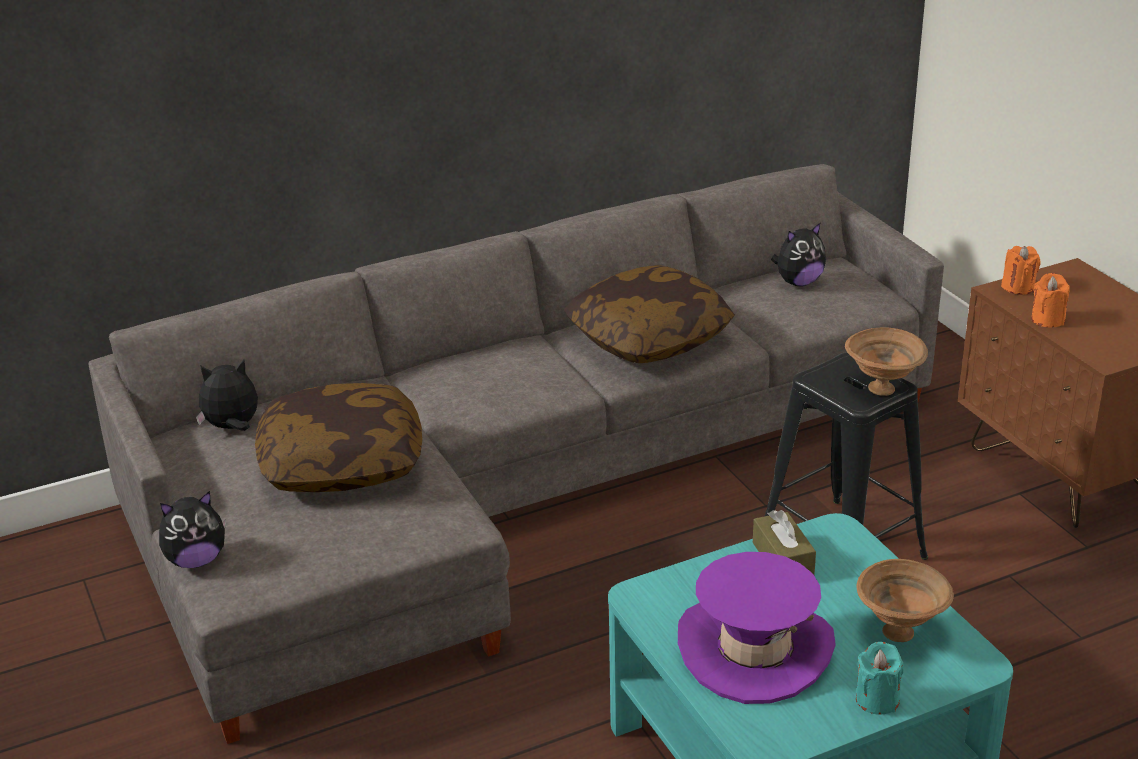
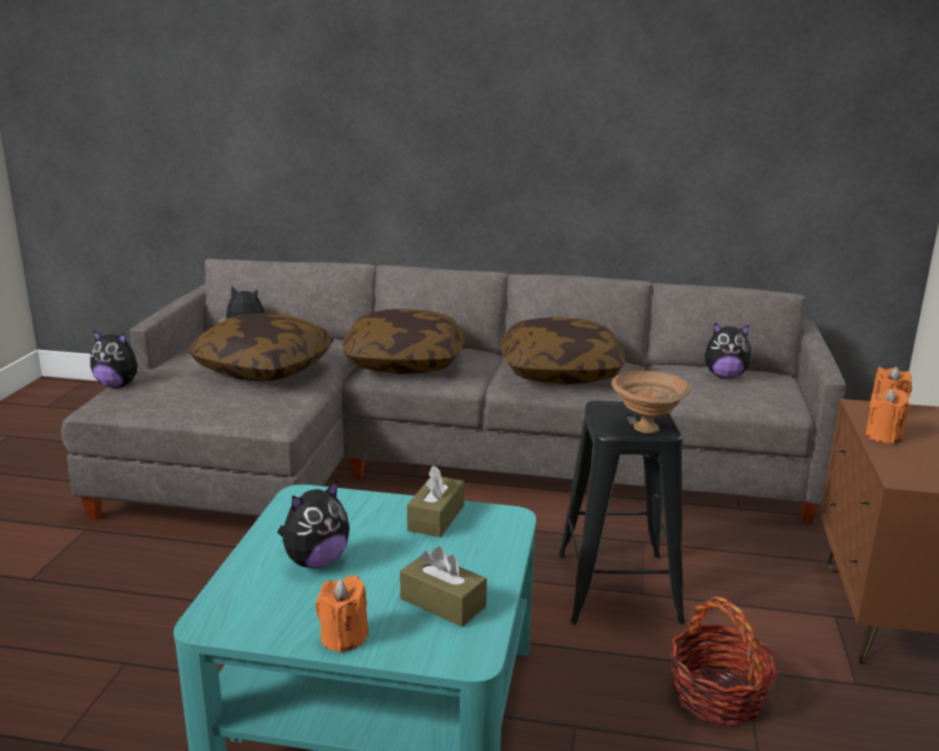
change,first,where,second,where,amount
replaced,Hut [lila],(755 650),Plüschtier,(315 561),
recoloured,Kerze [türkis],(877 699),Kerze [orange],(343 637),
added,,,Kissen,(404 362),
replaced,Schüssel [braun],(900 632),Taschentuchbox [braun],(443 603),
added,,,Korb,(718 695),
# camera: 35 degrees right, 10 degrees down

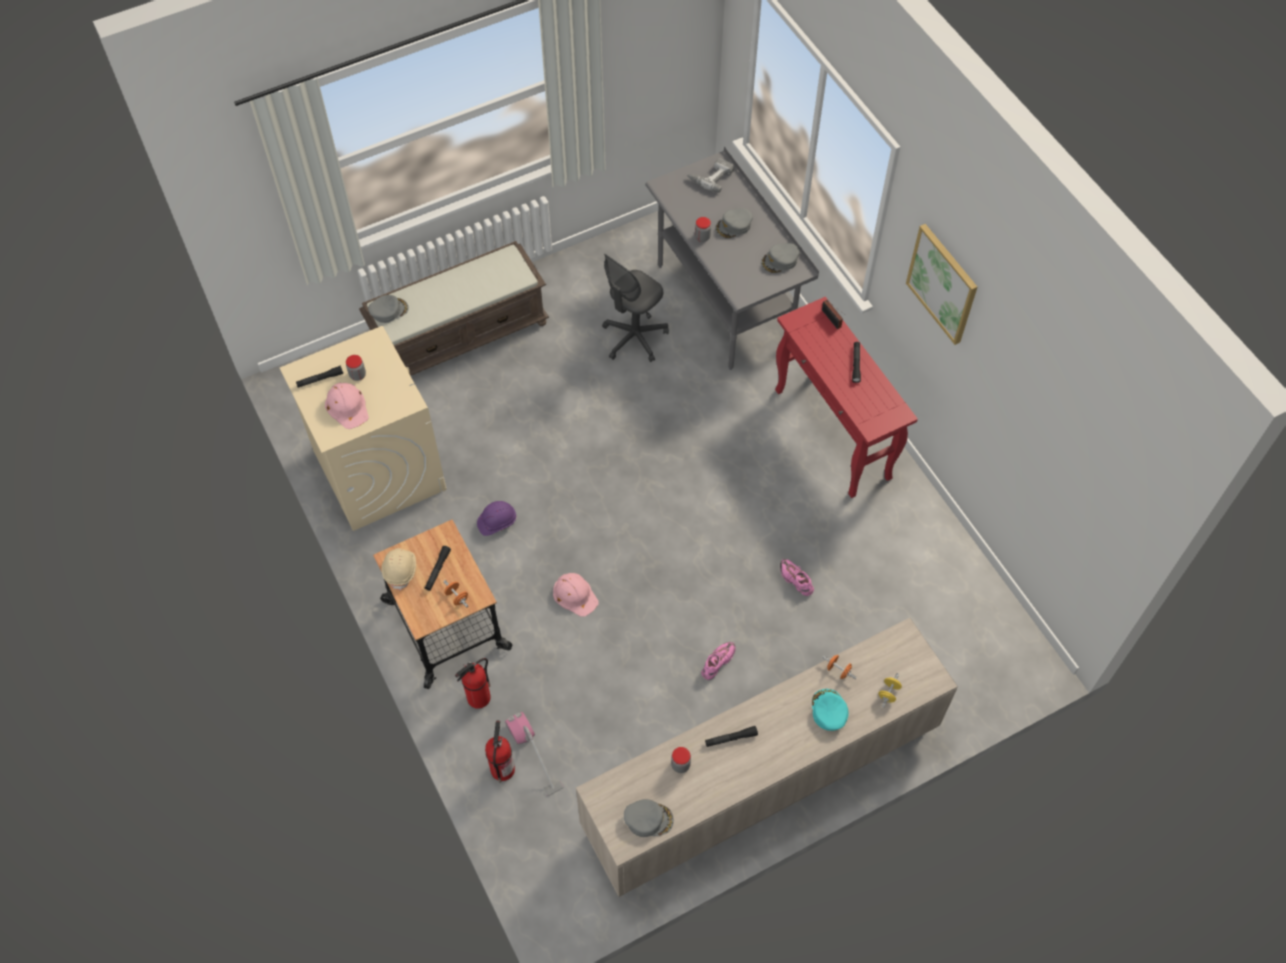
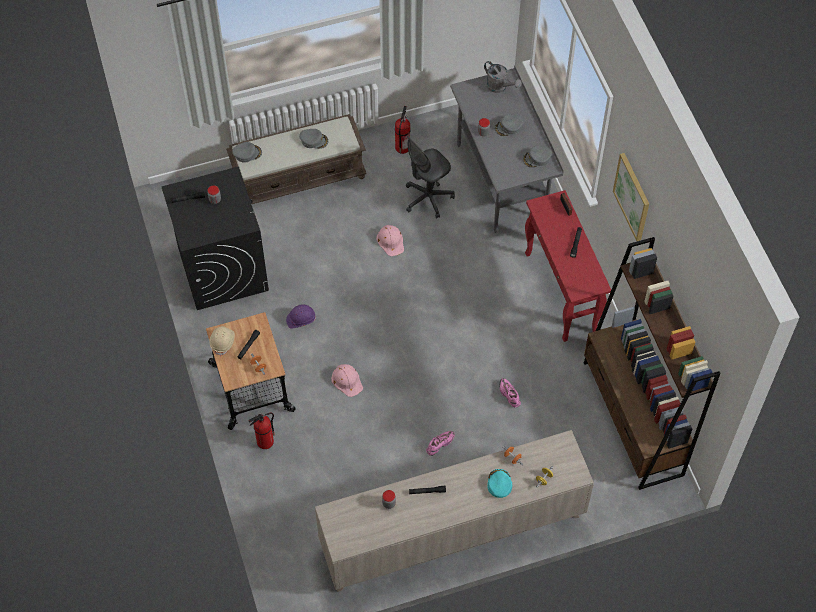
change,first,where,second,where,amount
recoloured,Waschmaschine [beige],(378 469),Waschmaschine [schwarz],(222 268),
moved,Kappe [grau],(648 819),,(314 140),
moved,Schutzhelm [rosa],(347 406),,(391 241),
moved,Feuerlöscher,(502 768),,(402 147),
replaced,Bohrmaschine,(710 177),Gießkanne [grau],(500 87),
added,,,Bücherregal [braun],(632 418),
removed,Staubsauger,(534 755),,,
# camera: 10 degrees right, 0 degrees up

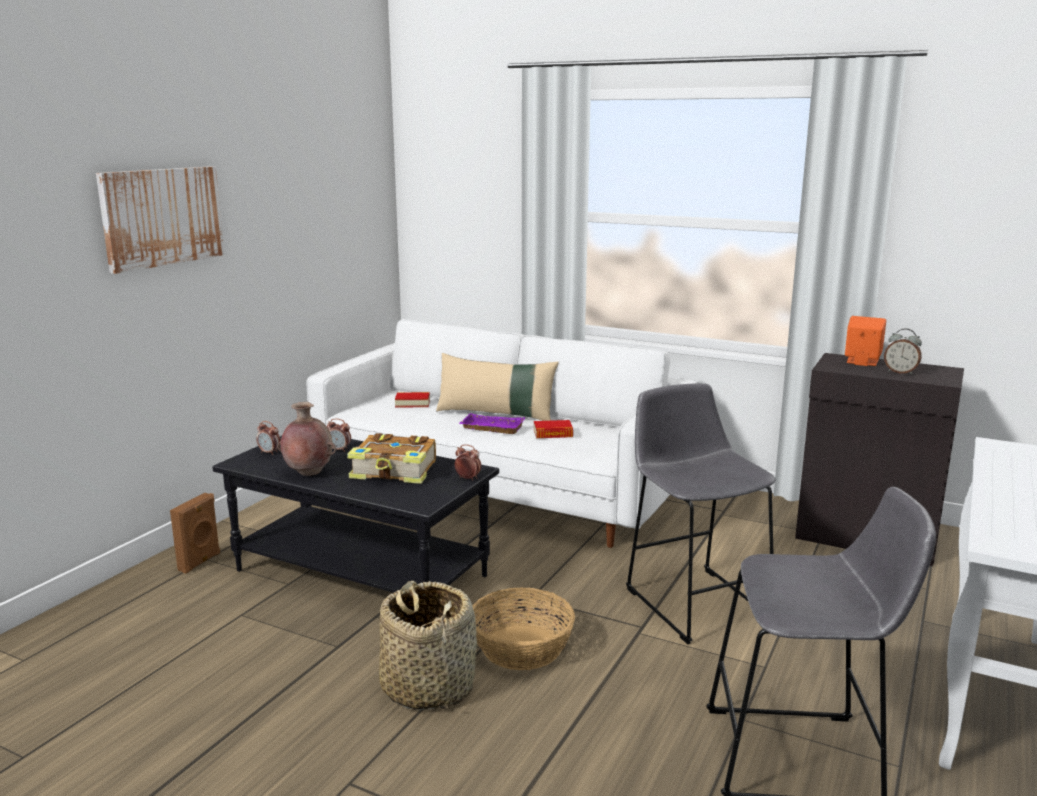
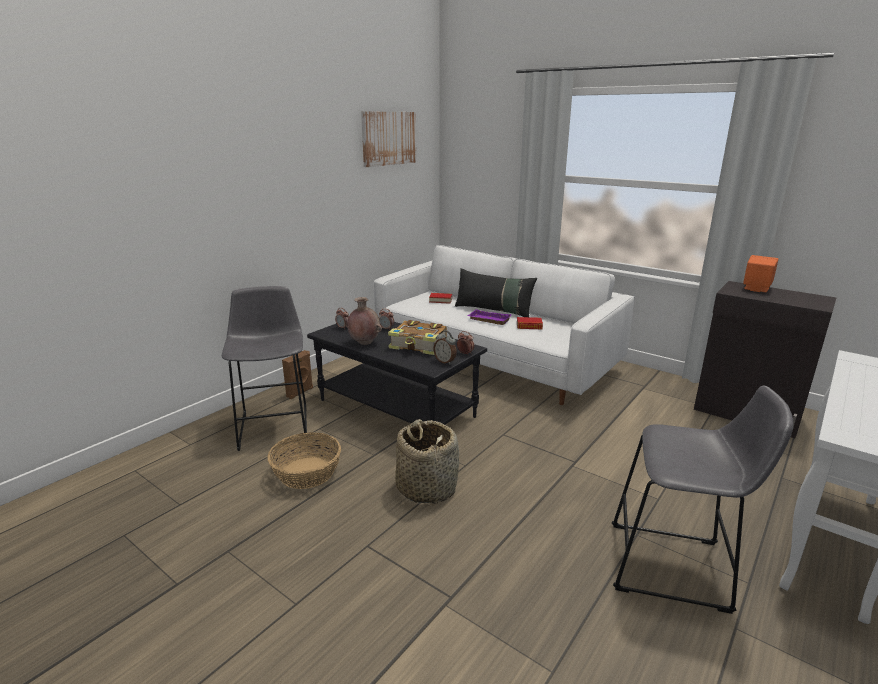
change,first,where,second,where,amount
moved,Hocker [grau],(694 600),,(275 424),
moved,Korb,(521 647),,(307 472),
moved,Bild,(162 217),,(388 138),
moved,Wecker,(900 372),,(445 361),
recoloured,Kissen [beige],(496 414),Kissen [schwarz],(493 310),
# camera: 10 degrees right, 5 degrees up

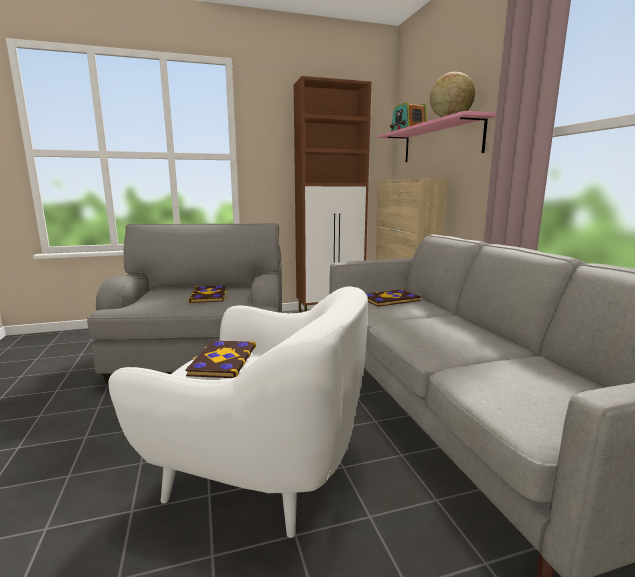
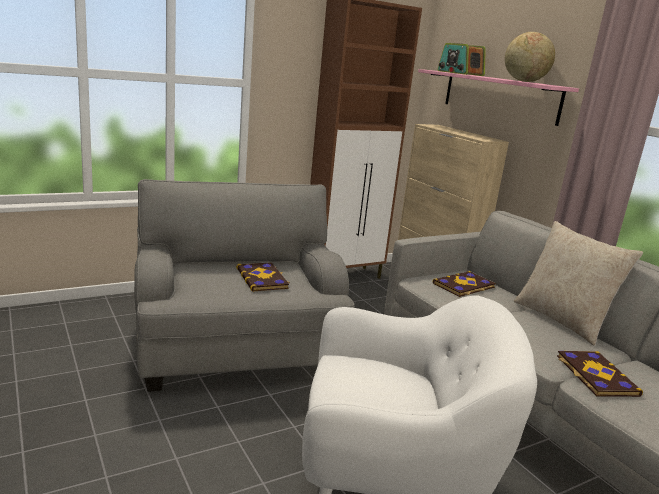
change,first,where,second,where,amount
added,,,Kissen [beige],(562 320),
moved,Buch,(222 360),,(595 375),
# camera: 15 degrees left, 5 degrees up

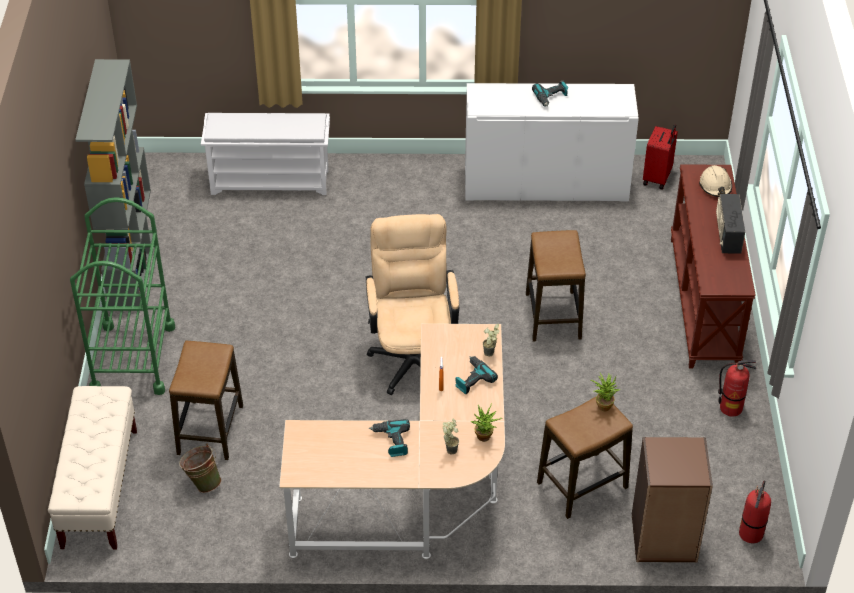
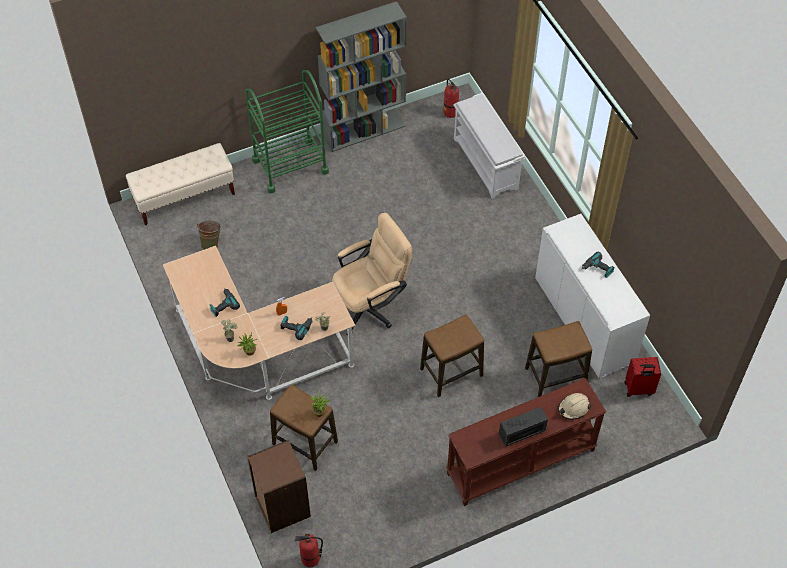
change,first,where,second,where,amount
moved,Feuerlöscher,(731 408),,(450 112),
moved,Hocker,(210 430),,(555 376),
# camera: 65 degrees right, 10 degrees up

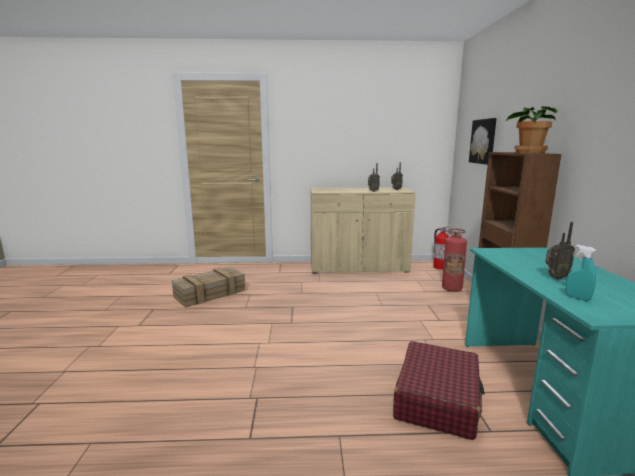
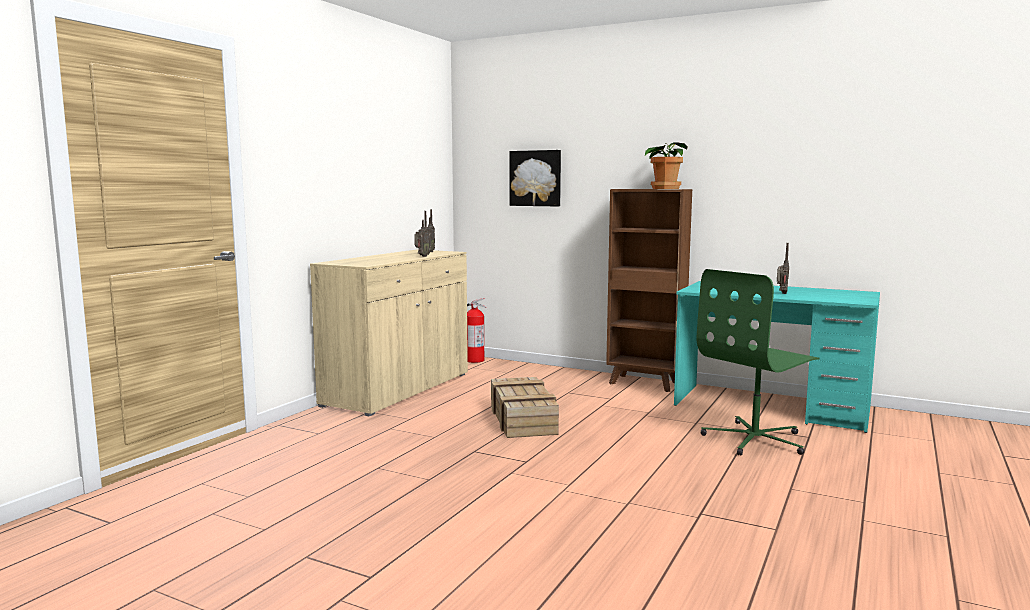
change,first,where,second,where,amount
moved,Kiste,(211 293),,(521 418),
replaced,Koffer [rot],(437 399),Bürostuhl [grün],(755 440),
removed,Feuerlöscher,(452 289),,,
removed,Sprühflasche [türkis],(577 298),,,
# camera: 60 degrees left, 5 degrees down

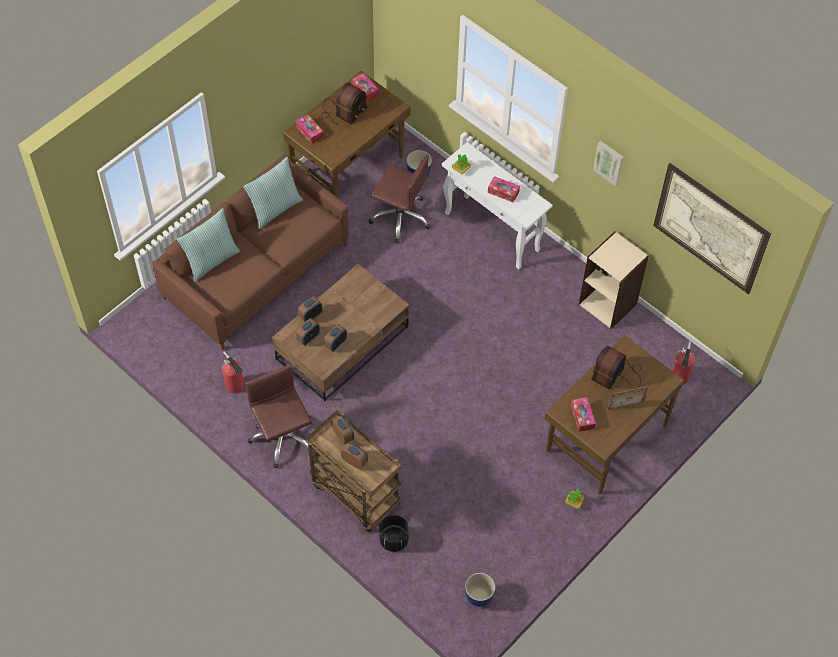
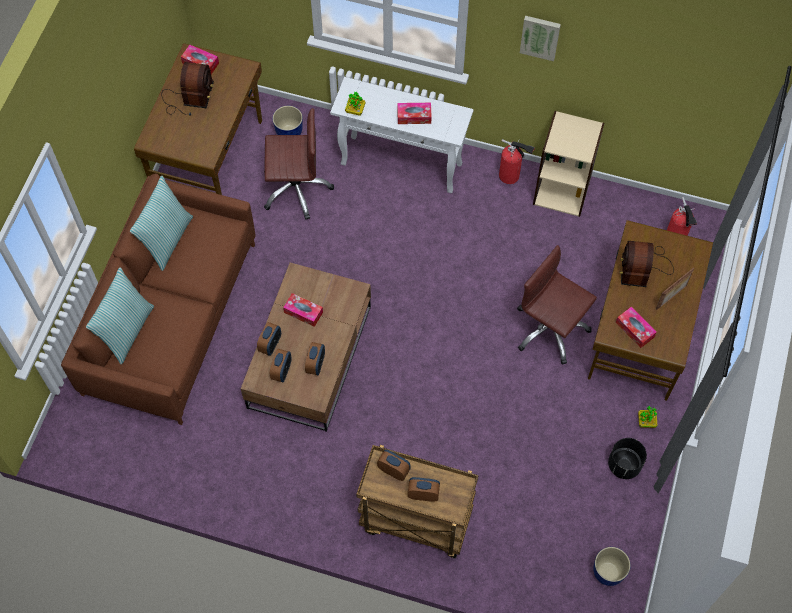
change,first,where,second,where,amount
moved,Taschentuchbox,(309 131),,(303 312),
moved,Feuerlöscher,(235 387),,(511 176),
moved,Bürostuhl [braun],(282 437),,(550 329),
moved,Pflanzkübel [schwarz],(394 540),,(624 465),
removed,Bild,(710 228),,,
# camera: 25 degrees left, 5 degrees up

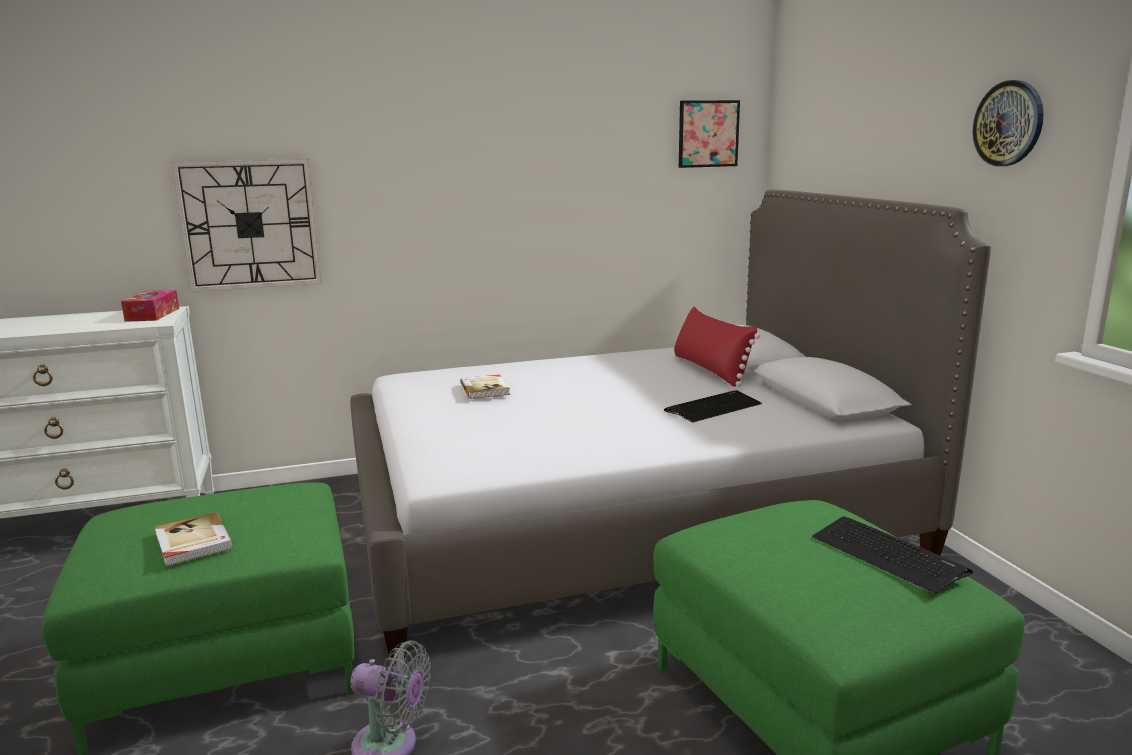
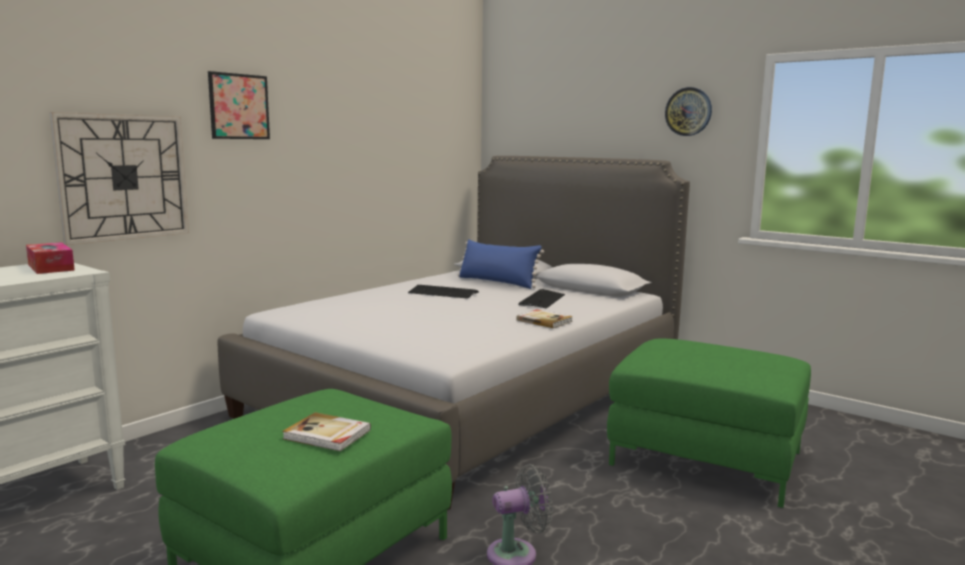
change,first,where,second,where,amount
moved,Bild,(708 134),,(239 106),
moved,Tastatur,(887 555),,(442 293),
recoloured,Kissen [rot],(710 370),Kissen [blau],(497 282),
moved,Buch,(485 389),,(544 321),
# camera: 35 degrees left, 5 degrees down

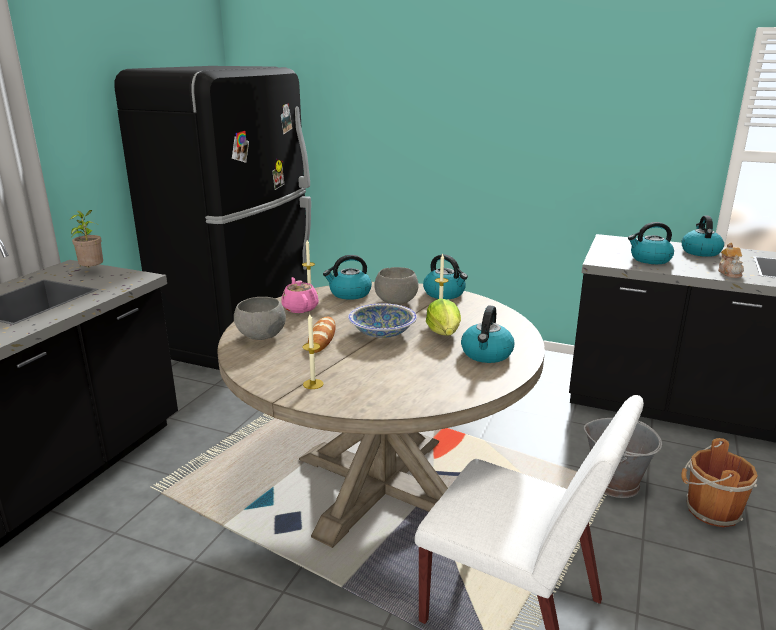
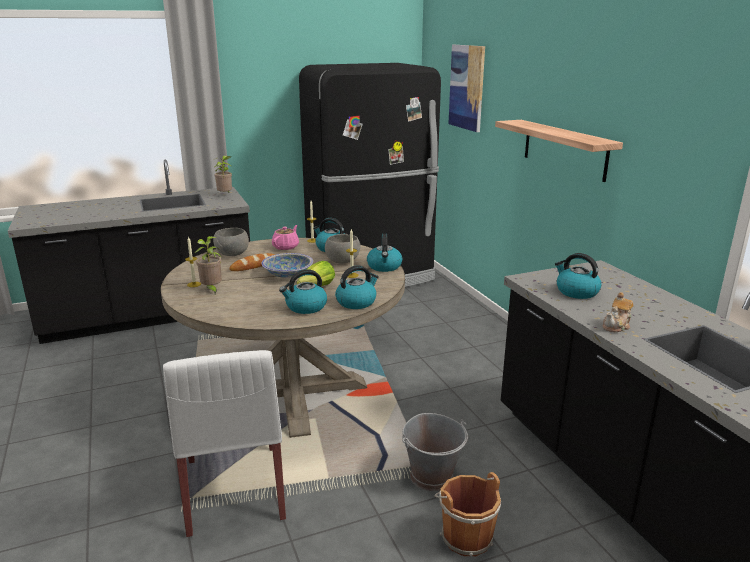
change,first,where,second,where,amount
added,,,Topfpflanze,(211 290),
moved,Wasserkessel,(700 251),,(356 302),
added,,,Bild,(467 87),
added,,,Wandregal,(564 149),
# camera: 45 degrees right, 0 degrees up

